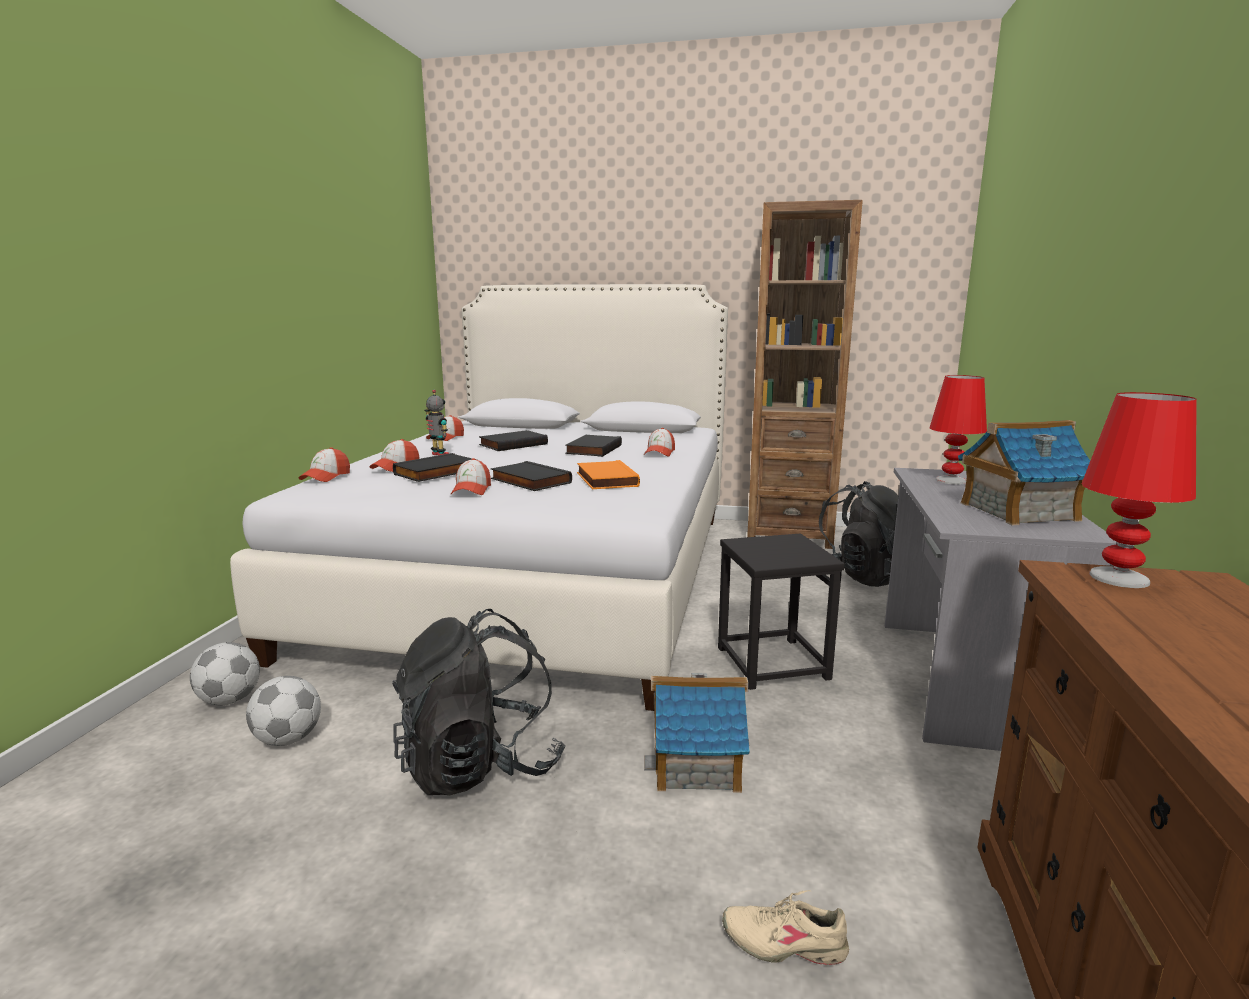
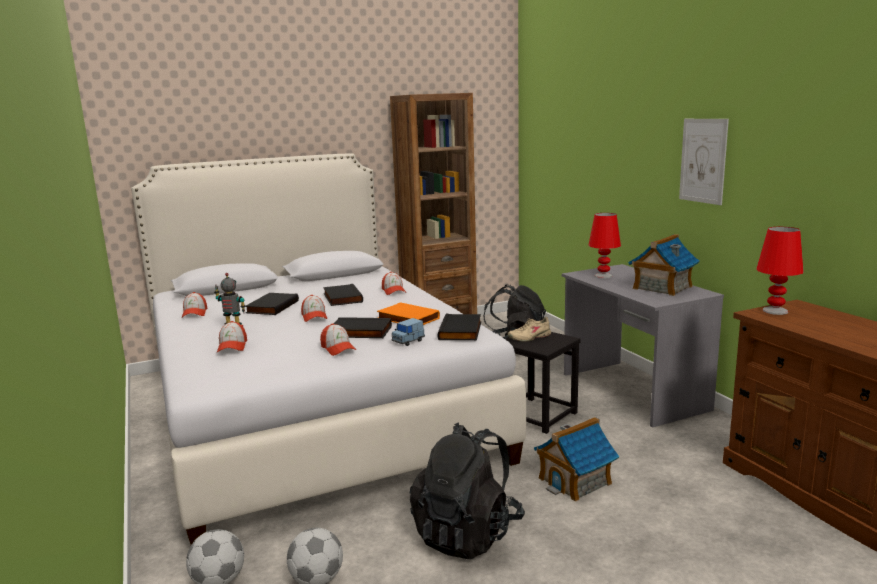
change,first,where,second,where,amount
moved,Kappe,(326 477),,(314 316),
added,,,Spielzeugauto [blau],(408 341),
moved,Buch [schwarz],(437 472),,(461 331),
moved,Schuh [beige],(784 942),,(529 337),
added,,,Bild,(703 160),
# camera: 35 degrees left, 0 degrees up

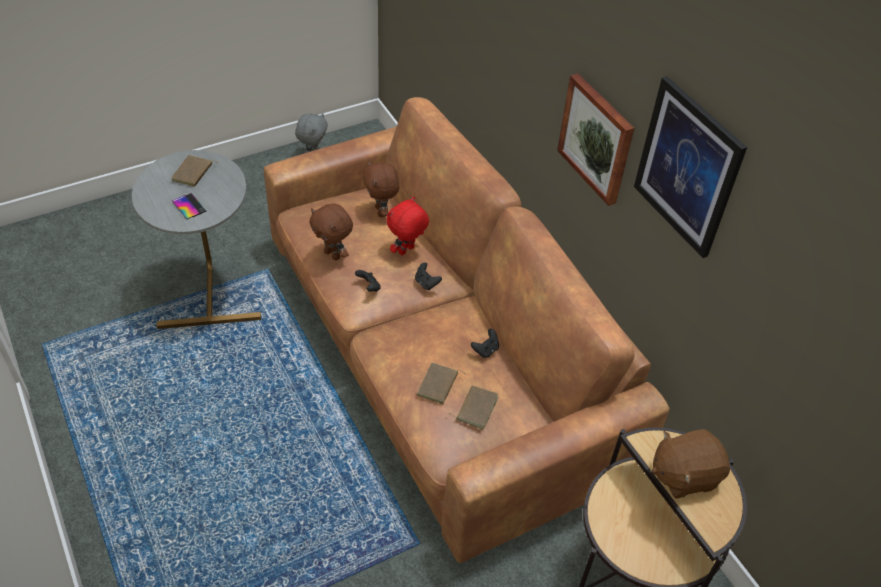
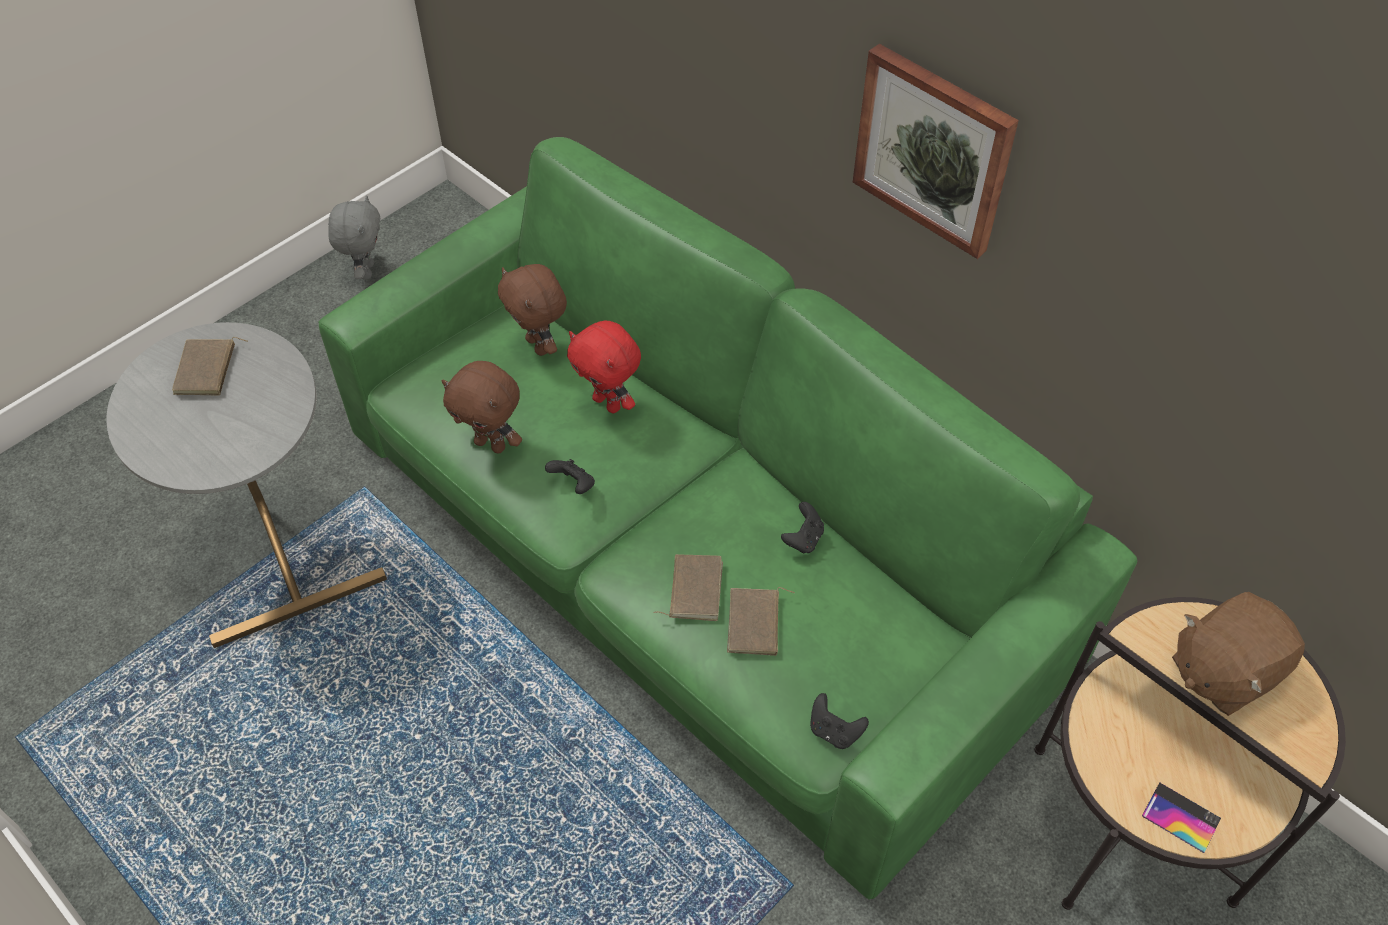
change,first,where,second,where,amount
recoloured,Sofa [braun],(437 350),Sofa [grün],(695 548),
turned,Plüschtier [rot],(407 251),,(608 403),75 degrees counterclockwise
moved,Buch [braun],(475 408),,(693 589),
moved,Gamepad [schwarz],(426 283),,(834 731),
moved,Handy,(189 206),,(1180 817),
removed,Bild,(687 167),,,
# camera: 15 degrees left, 5 degrees up

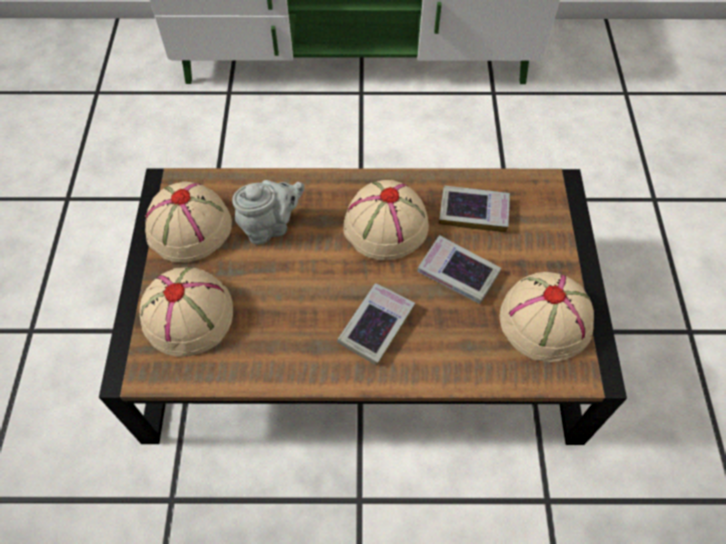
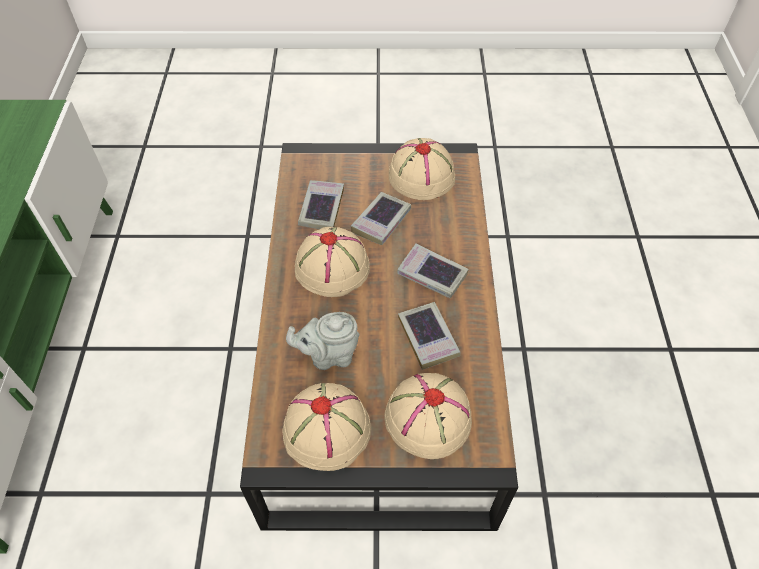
change,first,where,second,where,amount
turned,Teekanne [grau],(270 226),,(329 355),75 degrees counterclockwise
added,,,Buch,(428 338),
# camera: 90 degrees left, 5 degrees down

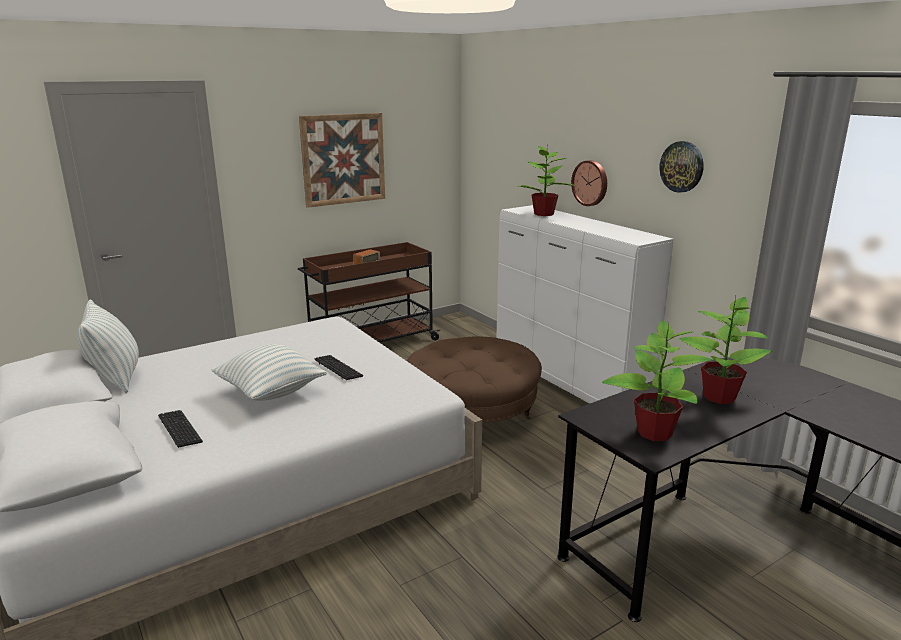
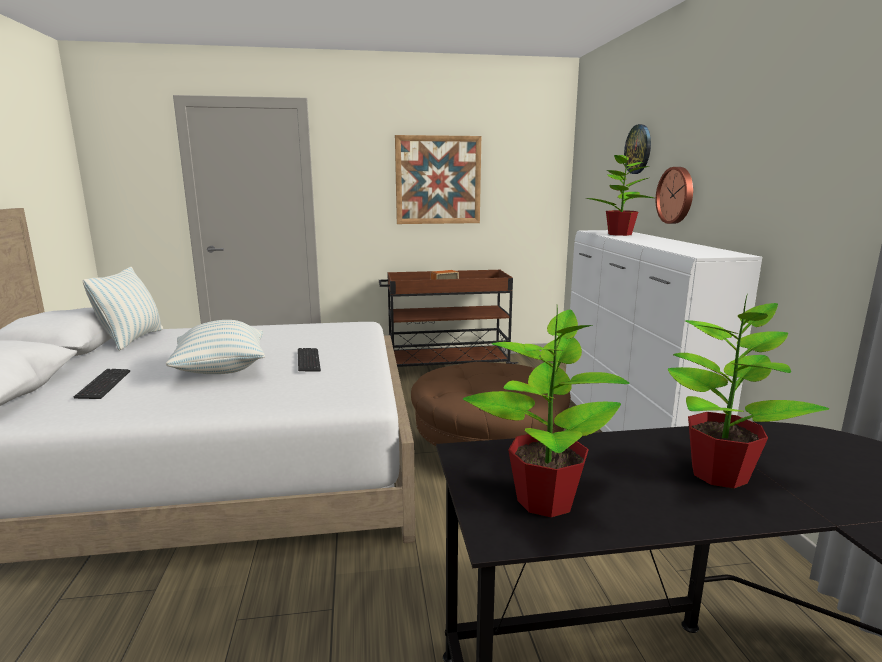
change,first,where,second,where,amount
moved,Wanduhr,(682 166),,(638 149),
# camera: 25 degrees right, 5 degrees down

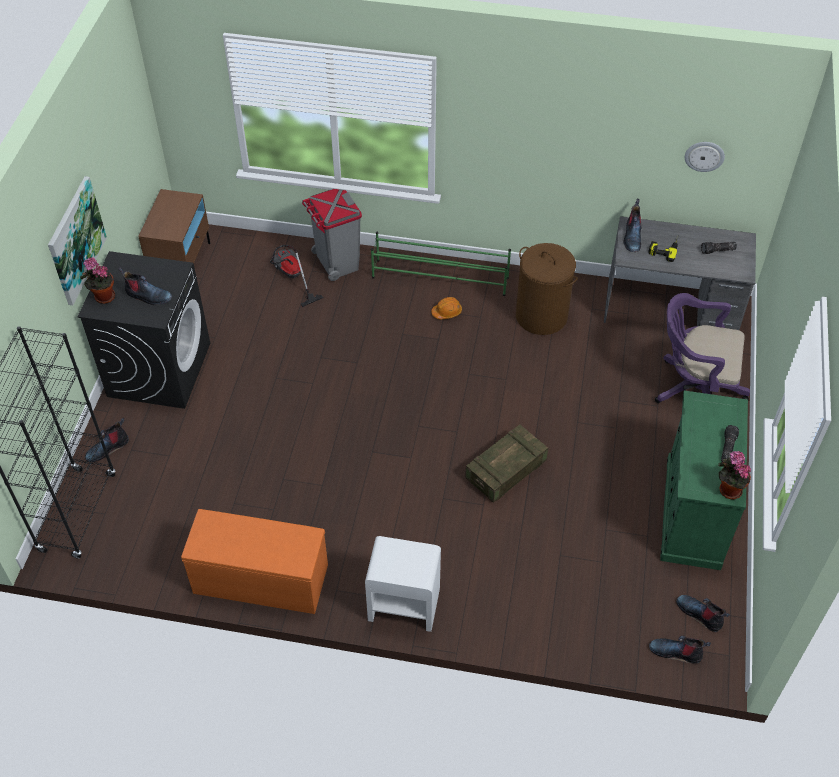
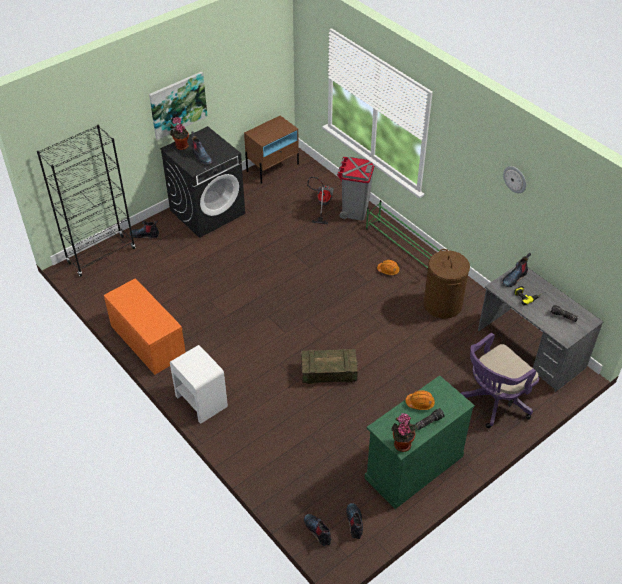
change,first,where,second,where,amount
added,,,Schutzhelm [orange],(420 403),
turned,Bürostuhl [lila],(693 389),,(493 402),90 degrees counterclockwise
moved,Wanduhr,(704 156),,(515 179),
# camera: 40 degrees right, 5 degrees down

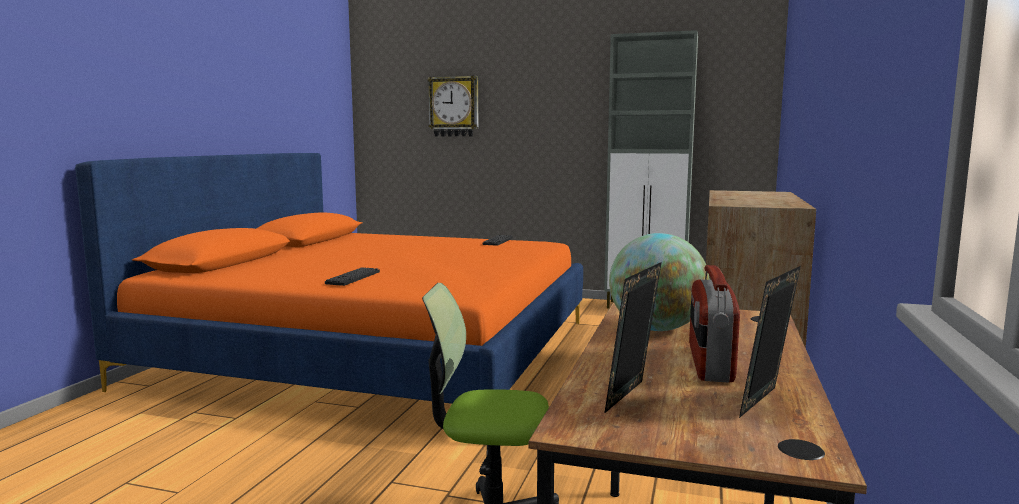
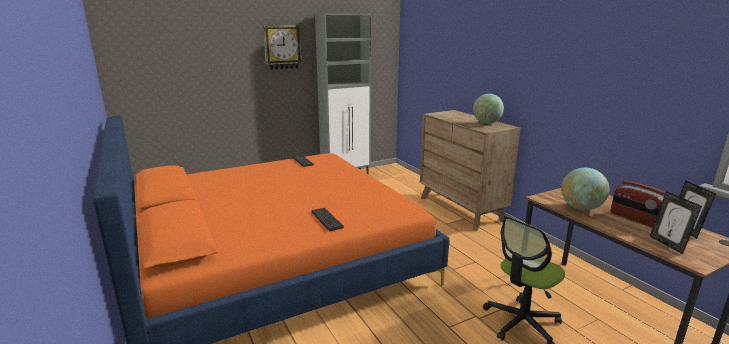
change,first,where,second,where,amount
moved,Wanduhr,(454 106),,(282 47),
added,,,Globus,(486 123),
# camera: 45 degrees left, 10 degrees up

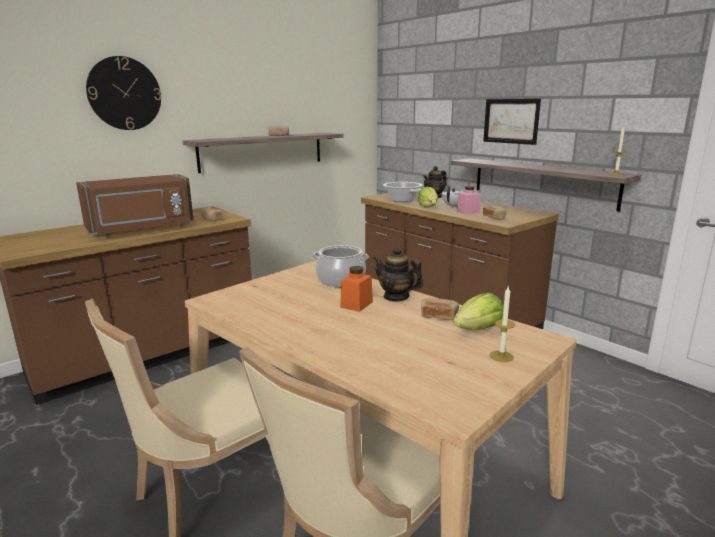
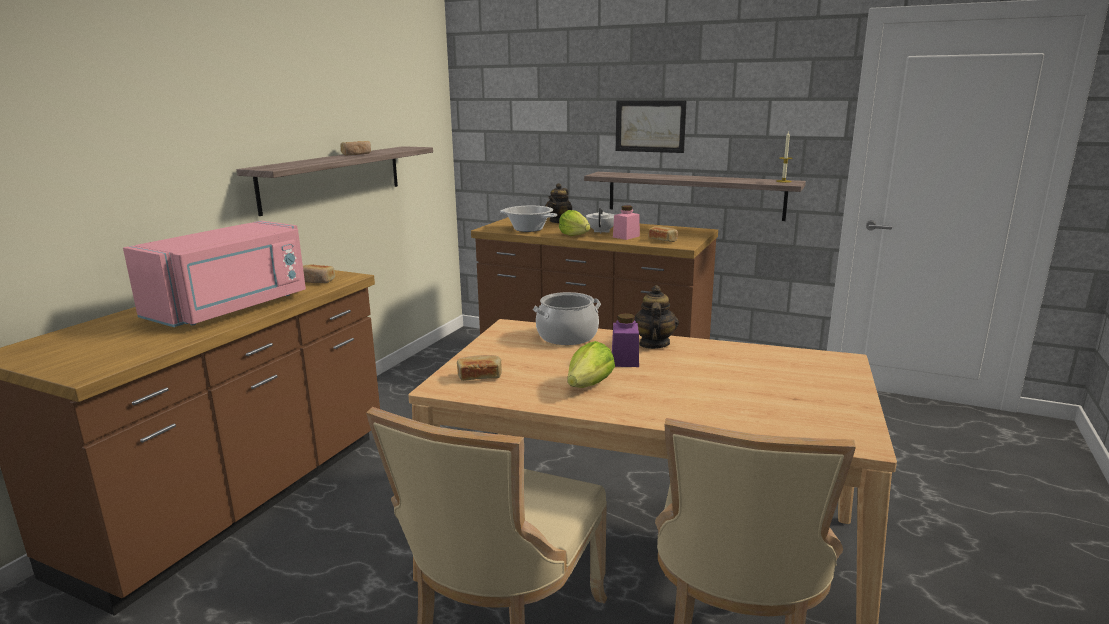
change,first,where,second,where,amount
recoloured,Mikrowelle [braun],(141 229),Mikrowelle [rosa],(232 308),
moved,Brot,(439 316),,(479 377),
moved,Salatkopf,(478 329),,(589 385),
recoloured,Vorratsglas [orange],(356 304),Vorratsglas [lila],(625 360),
turned,Teekanne,(396 297),,(653 344),90 degrees clockwise
removed,Wanduhr,(124 93),,,
removed,Kerze,(501 356),,,
# camera: 25 degrees left, 0 degrees up

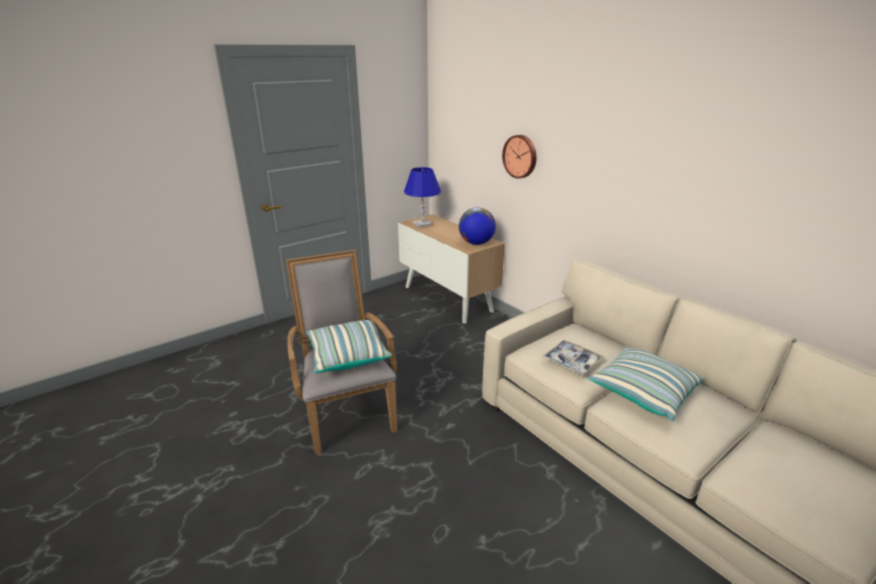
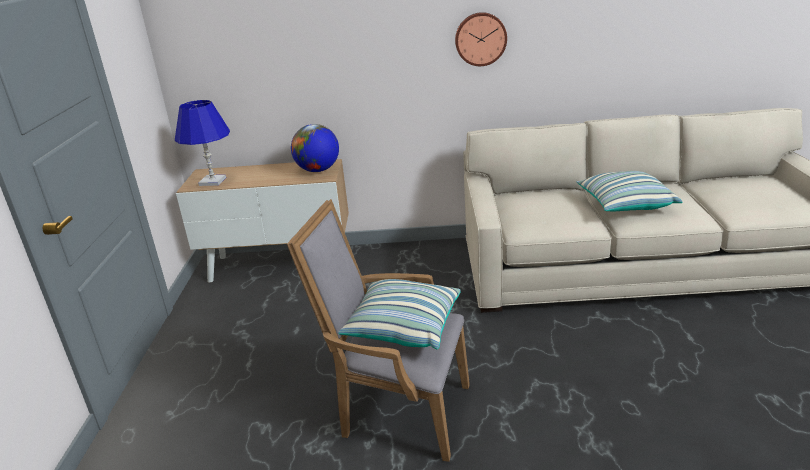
change,first,where,second,where,amount
moved,Wanduhr,(520 156),,(480 39),
removed,Tablett,(572 362),,,
# camera: 50 degrees left, 0 degrees up

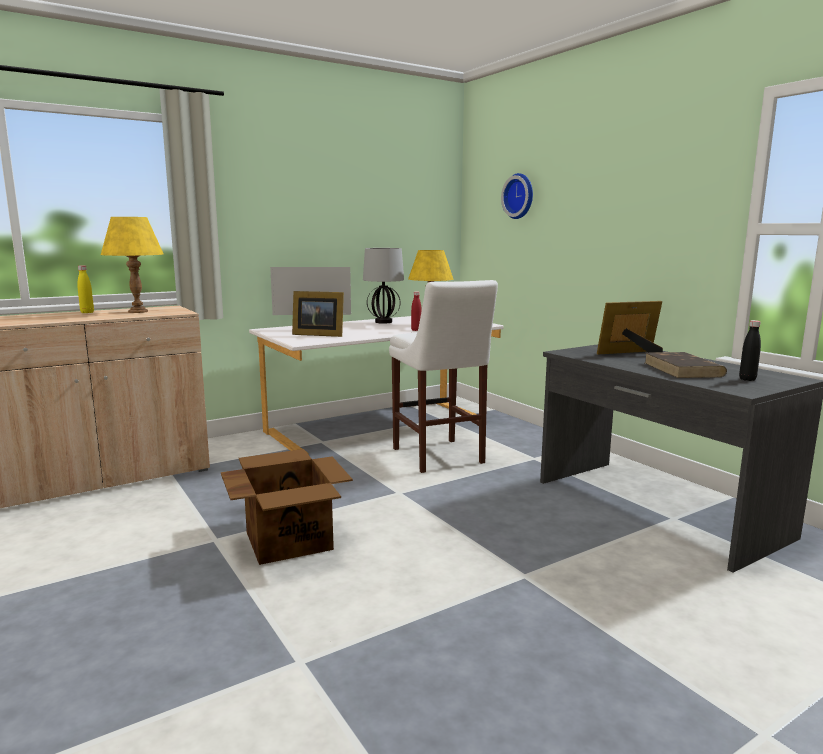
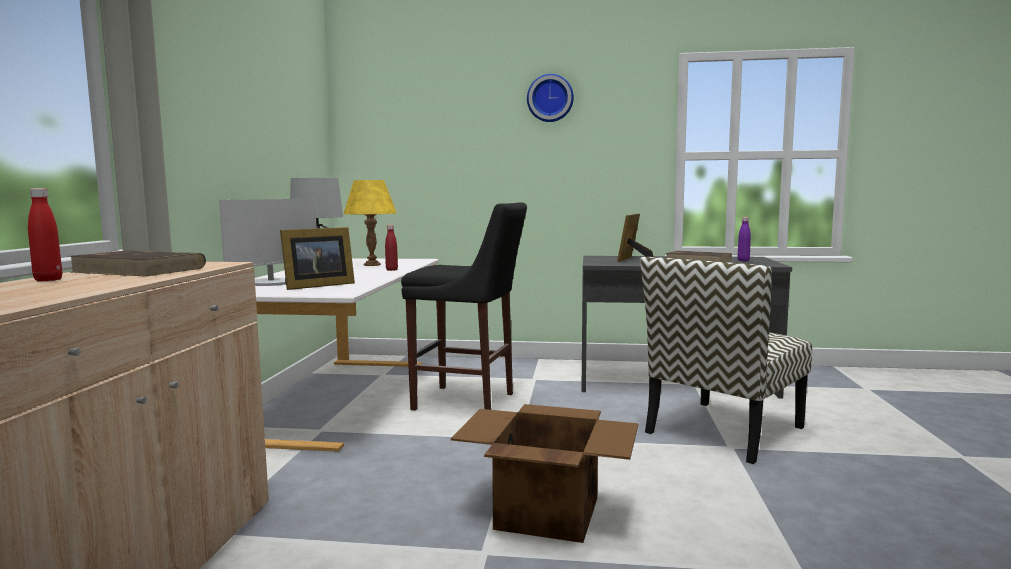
change,first,where,second,where,amount
recoloured,Flasche [gelb],(87 312),Flasche [rot],(48 280),
replaced,Tischlampe [gelb],(137 311),Buch [braun],(140 270),
recoloured,Hocker [weiß],(439 457),Hocker [schwarz],(468 402),
moved,Wanduhr,(520 196),,(550 98),
added,,,Stuhl,(724 431),
recoloured,Flasche [schwarz],(747 379),Flasche [lila],(743 260),
# camera: 50 degrees left, 5 degrees down

